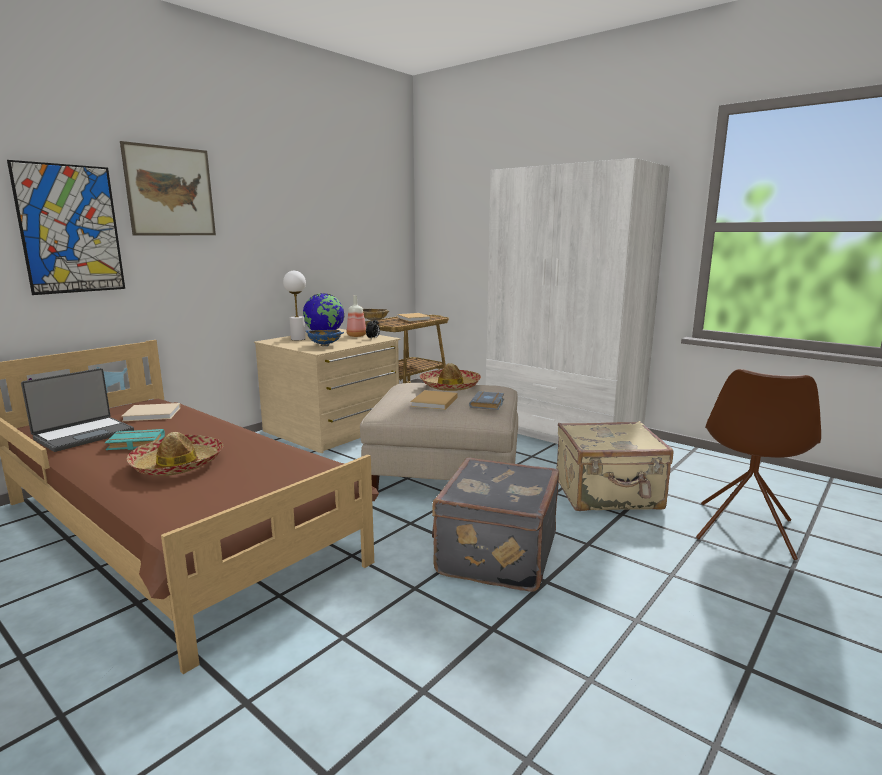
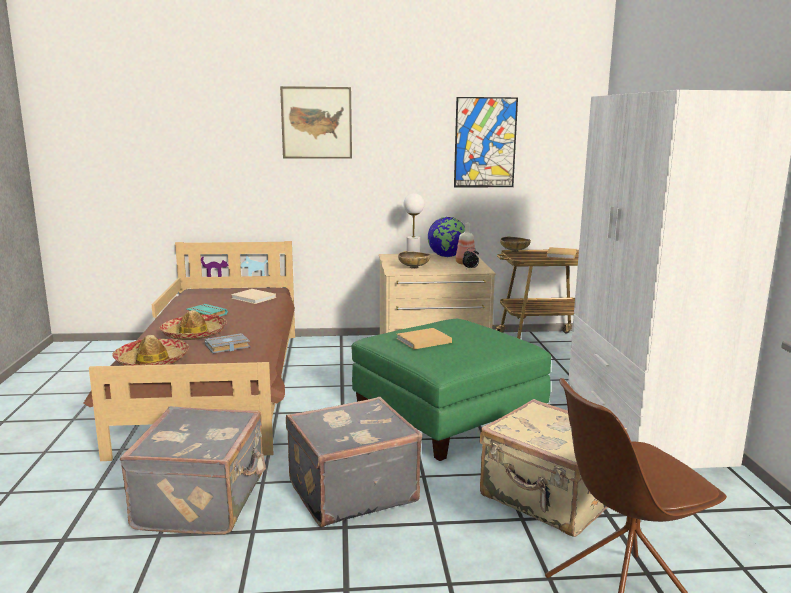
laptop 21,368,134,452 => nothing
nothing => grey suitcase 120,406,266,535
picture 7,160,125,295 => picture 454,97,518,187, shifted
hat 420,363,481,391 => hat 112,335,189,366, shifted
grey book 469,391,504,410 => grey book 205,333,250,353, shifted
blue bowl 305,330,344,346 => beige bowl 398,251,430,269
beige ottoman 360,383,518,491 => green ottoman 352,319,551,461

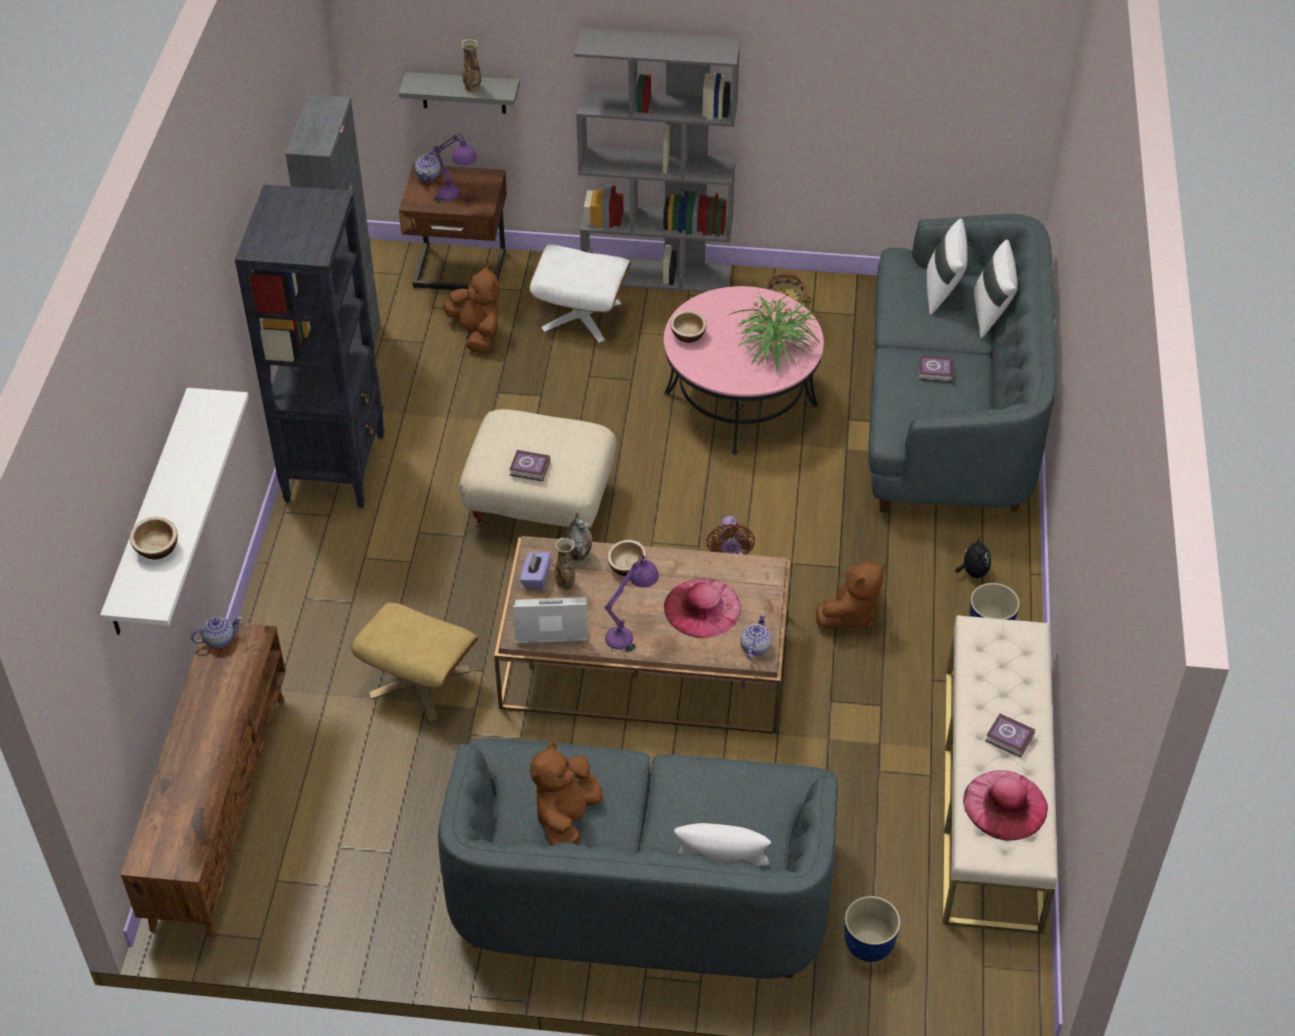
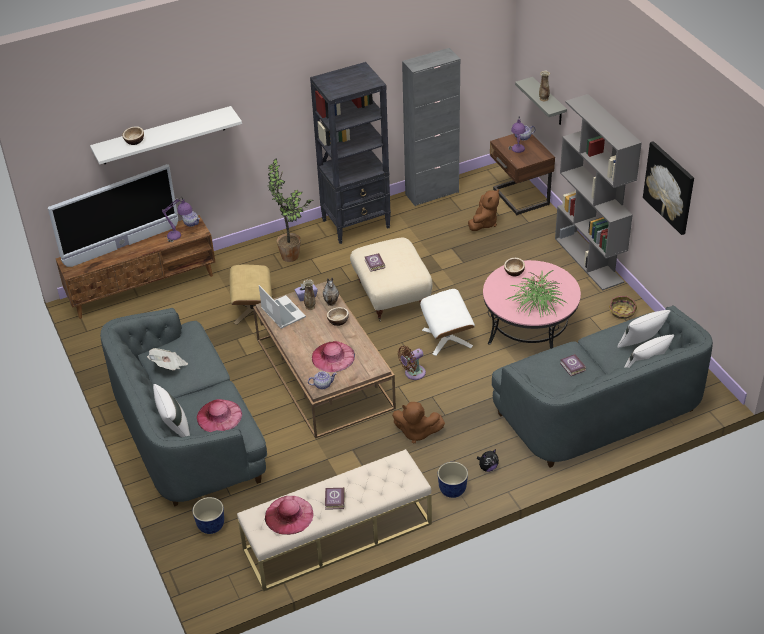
nothing => television 48,164,178,267
nothing => pink hat 197,399,242,432
nothing => potted plant 268,158,314,262
nothing => picture 643,141,694,235
white ottoman 529,245,631,343 => white ottoman 420,289,475,356, shifted
purple table lamp 604,554,659,652 => purple table lamp 162,197,192,242, shifted
brown plush toy 530,742,603,845 => newspaper 147,348,188,370

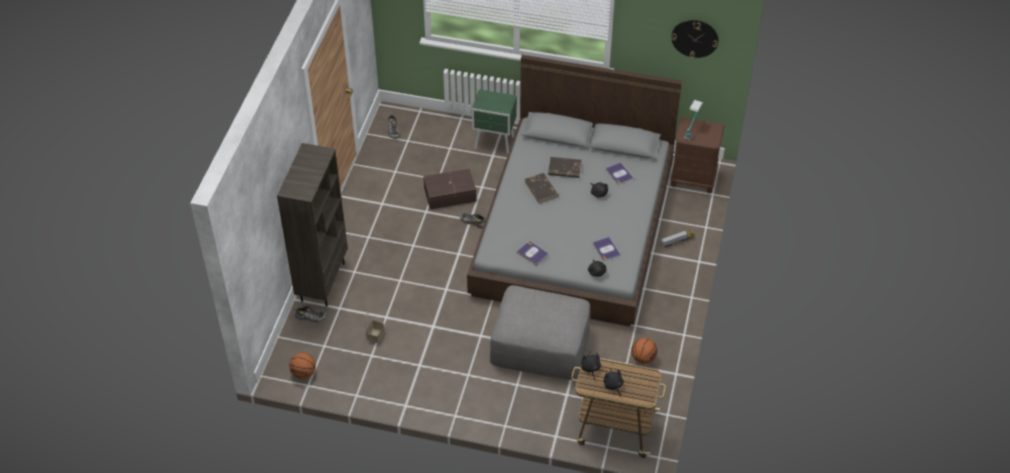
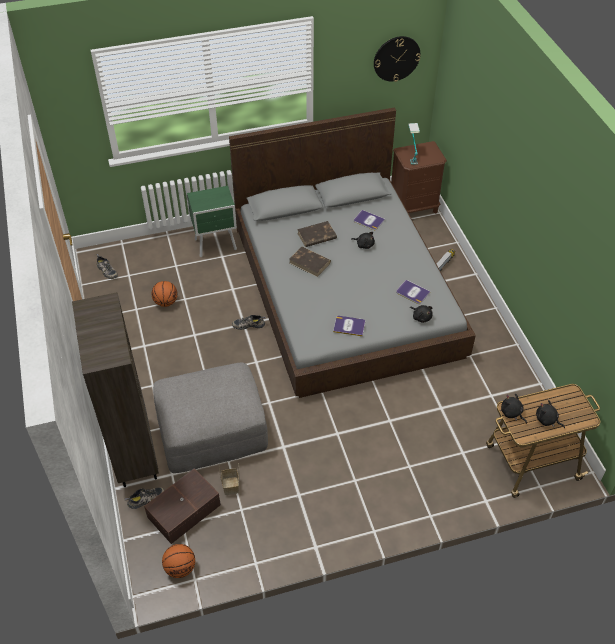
brown storage box 423,168,476,210 => brown storage box 144,469,221,544, shifted
grey ottoman 490,285,590,380 => grey ottoman 153,363,268,473, shifted
basketball 631,338,657,364 => basketball 151,281,178,307, shifted

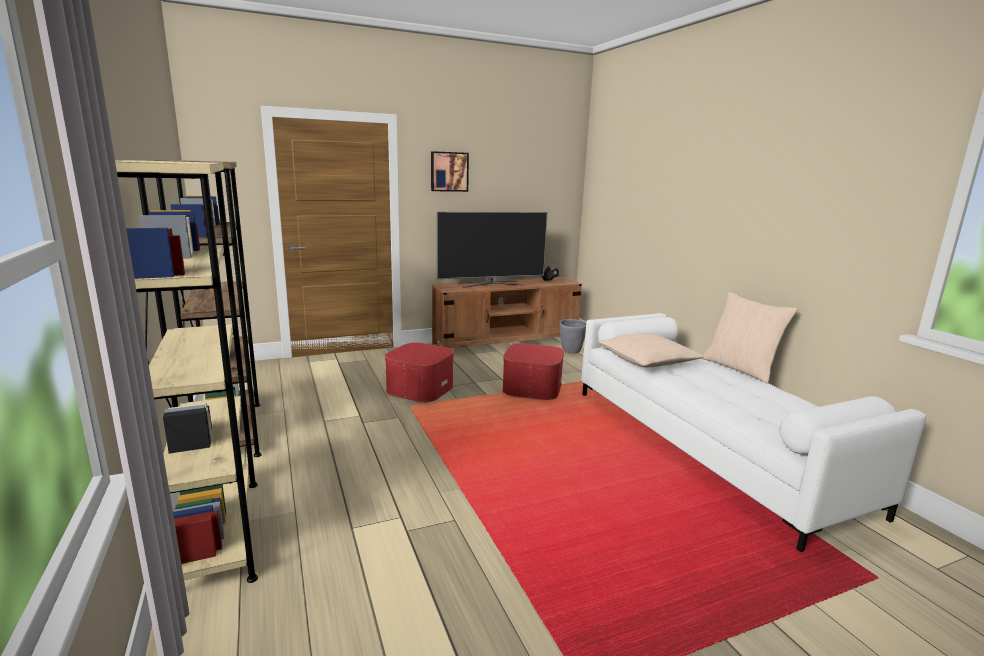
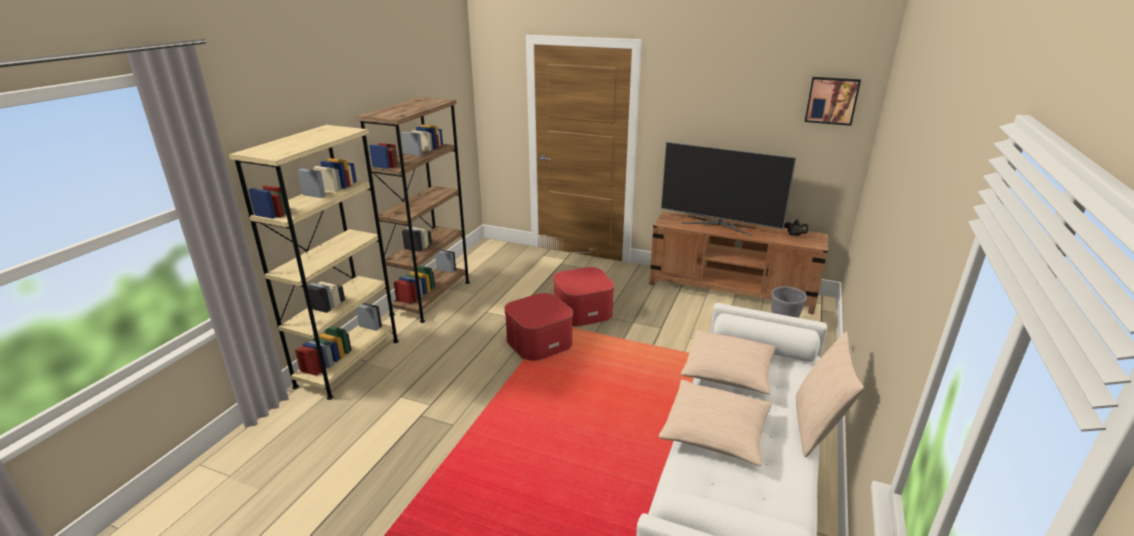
nothing => beige pillow 658,380,772,466
picture 431,151,469,192 => picture 805,77,861,126, shifted
ottoman 503,343,564,400 => ottoman 504,293,573,361, shifted

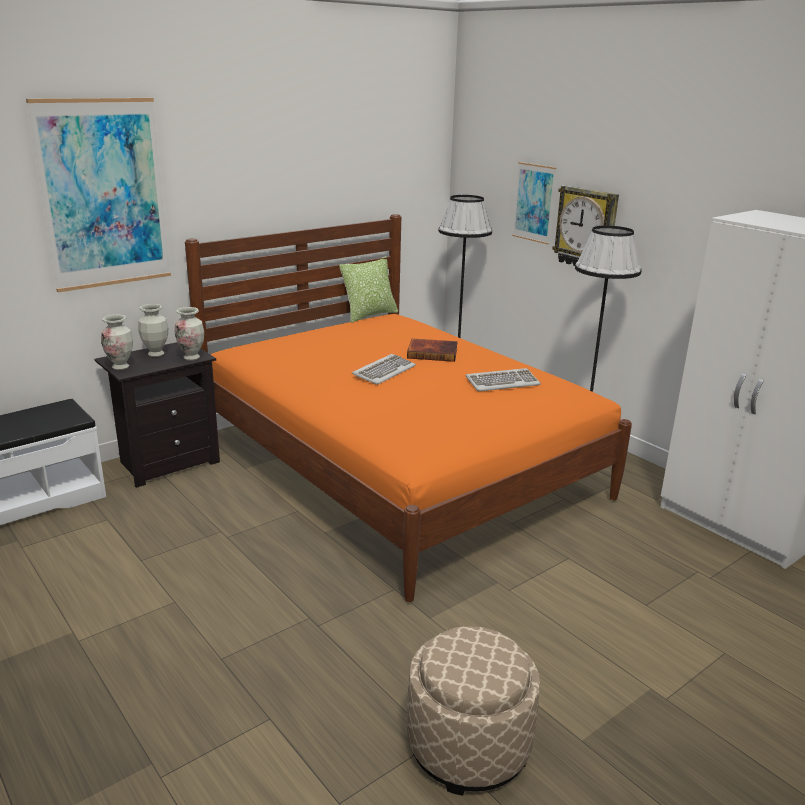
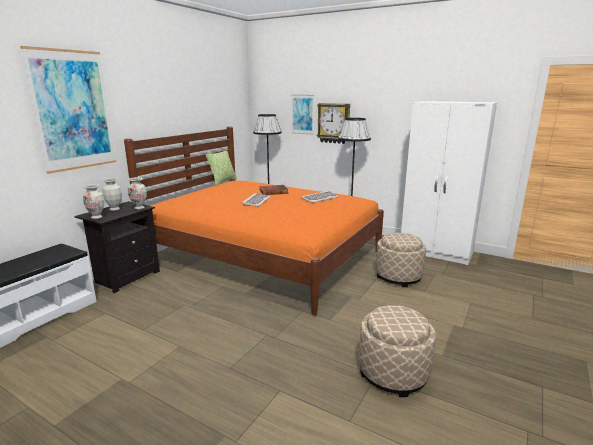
nothing => beige ottoman 376,233,426,287

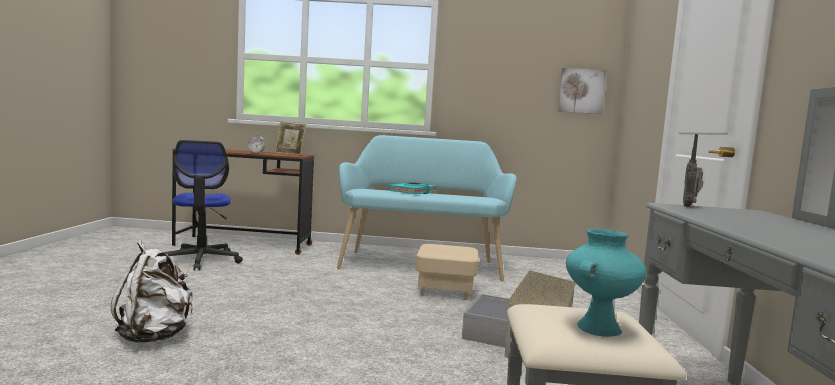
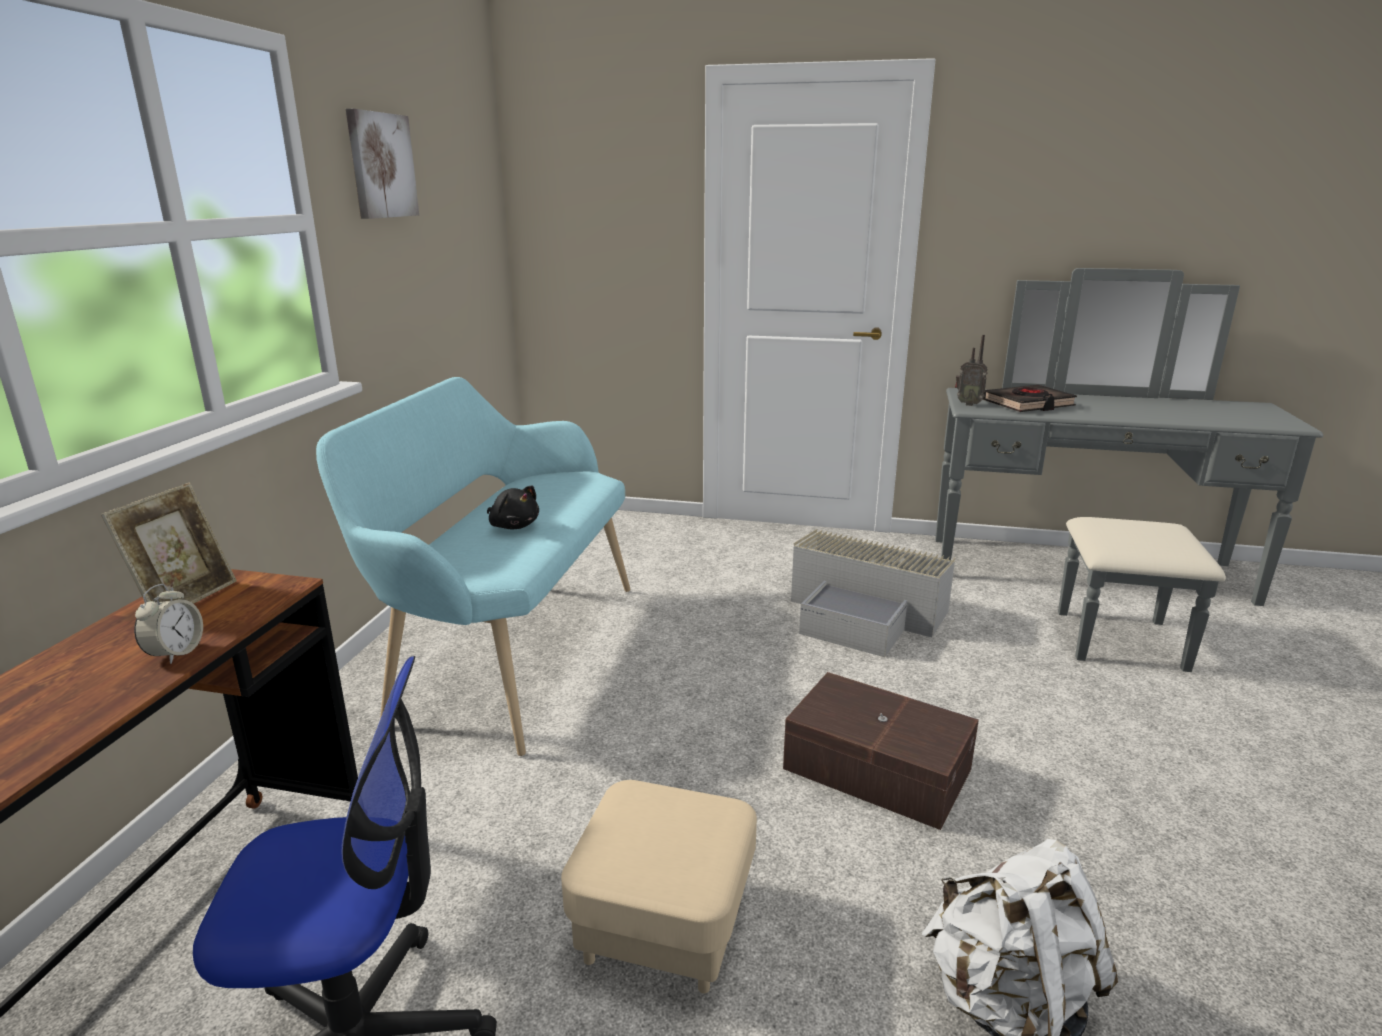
turquoise vase 566,229,646,337 => nothing
nothing => brown storage box 783,672,979,830
nothing => black book 983,385,1077,412
beige ottoman 416,244,479,300 => beige ottoman 561,780,757,994, shifted
picture 558,68,606,114 => picture 346,109,419,219, shifted
turquoise book 388,183,437,194 => black plush toy 487,486,539,529

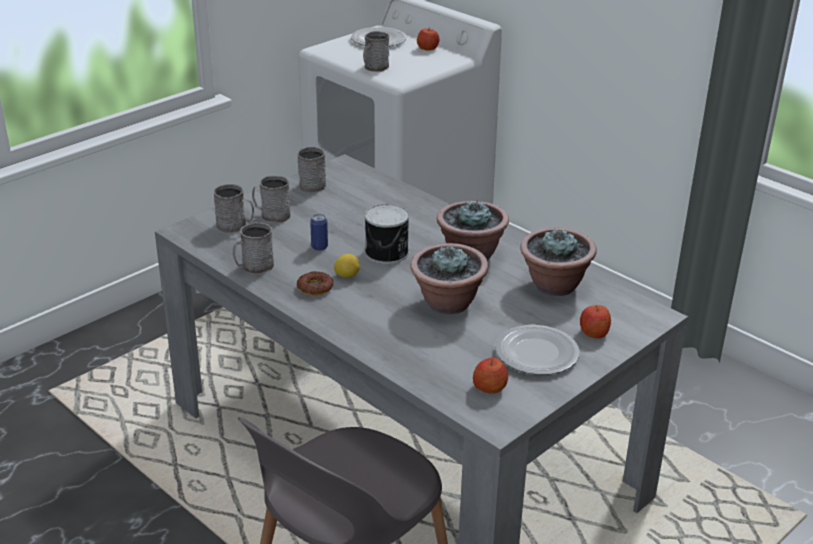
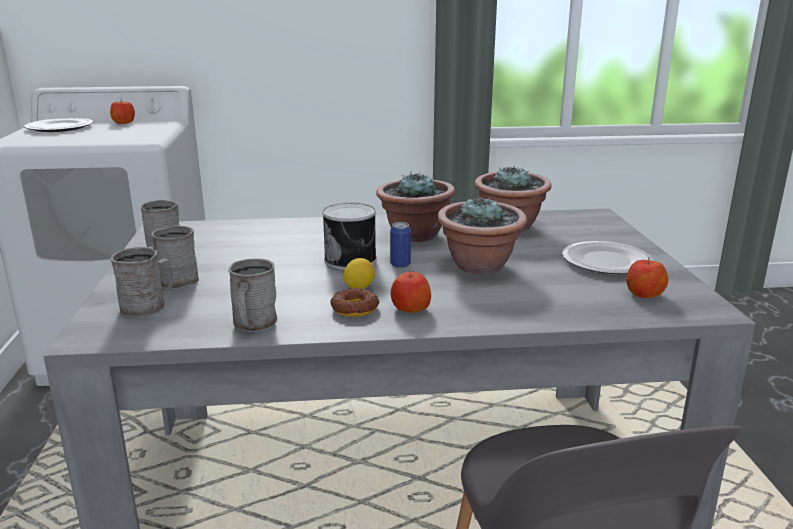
grey mug 363,31,389,72 => nothing
can 310,214,328,251 => can 390,222,411,268, shifted
apple 580,305,611,339 => apple 391,271,431,313, shifted

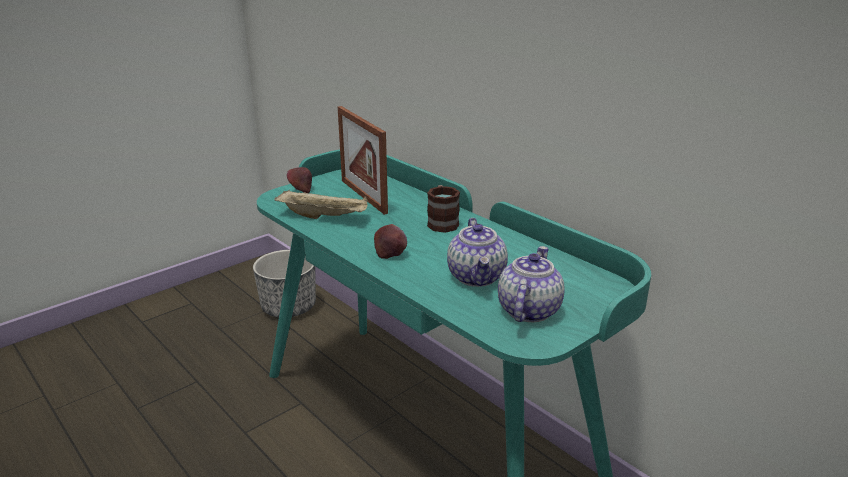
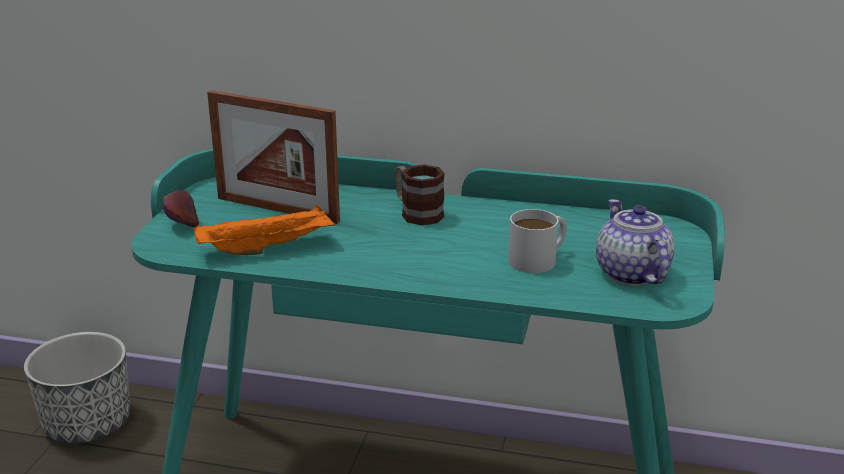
apple 374,224,407,259 => nothing
teapot 447,218,508,287 => white mug 508,209,567,273
beige tray 274,189,368,219 => orange tray 194,205,335,255

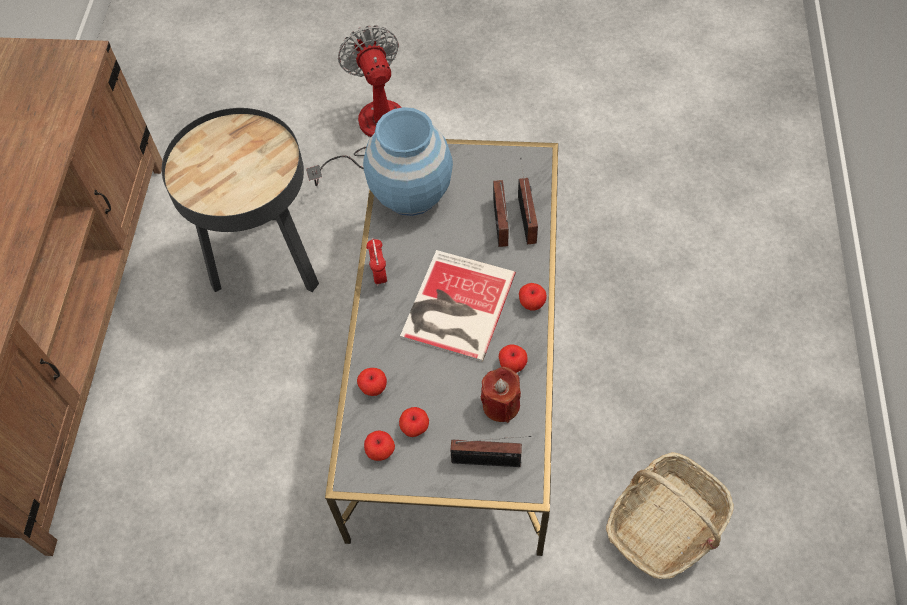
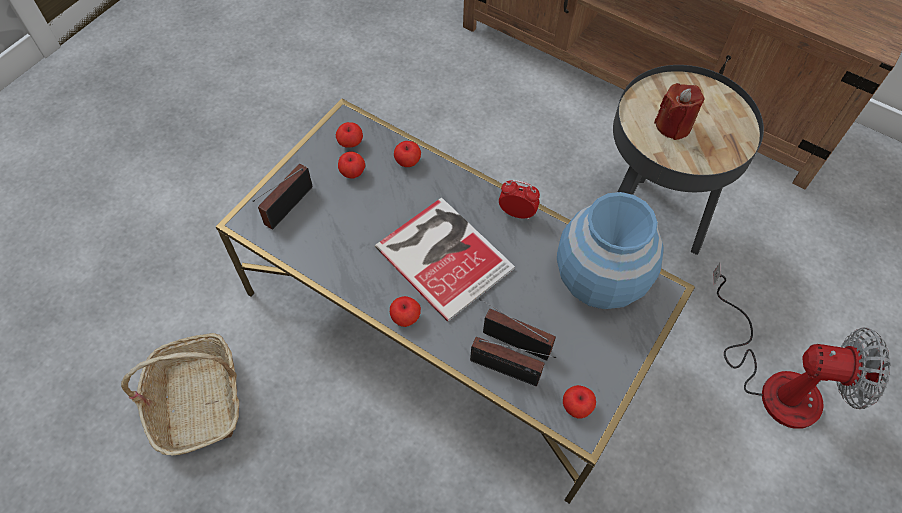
red candle 481,367,521,423 => red candle 654,83,705,140, shifted
apple 499,344,527,373 => apple 563,385,596,418, shifted

